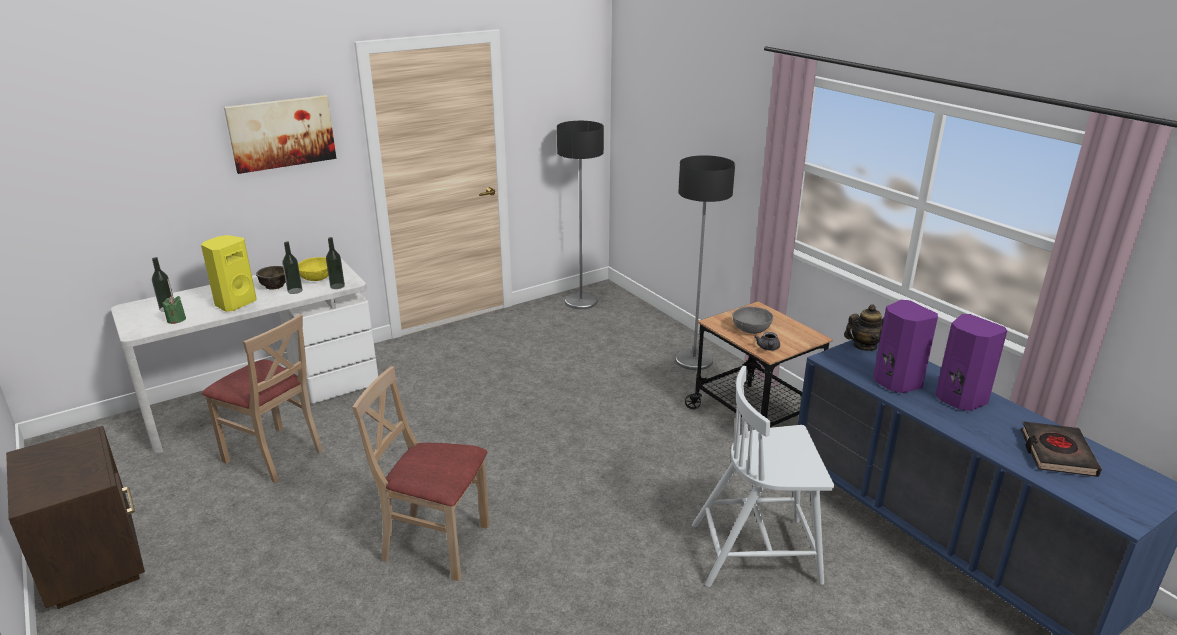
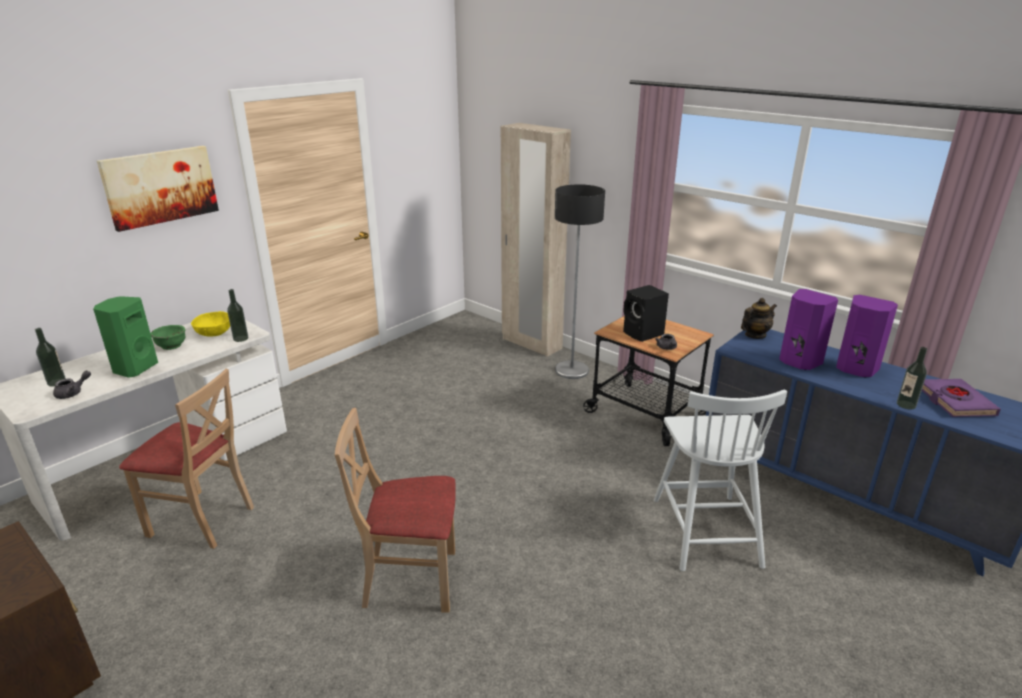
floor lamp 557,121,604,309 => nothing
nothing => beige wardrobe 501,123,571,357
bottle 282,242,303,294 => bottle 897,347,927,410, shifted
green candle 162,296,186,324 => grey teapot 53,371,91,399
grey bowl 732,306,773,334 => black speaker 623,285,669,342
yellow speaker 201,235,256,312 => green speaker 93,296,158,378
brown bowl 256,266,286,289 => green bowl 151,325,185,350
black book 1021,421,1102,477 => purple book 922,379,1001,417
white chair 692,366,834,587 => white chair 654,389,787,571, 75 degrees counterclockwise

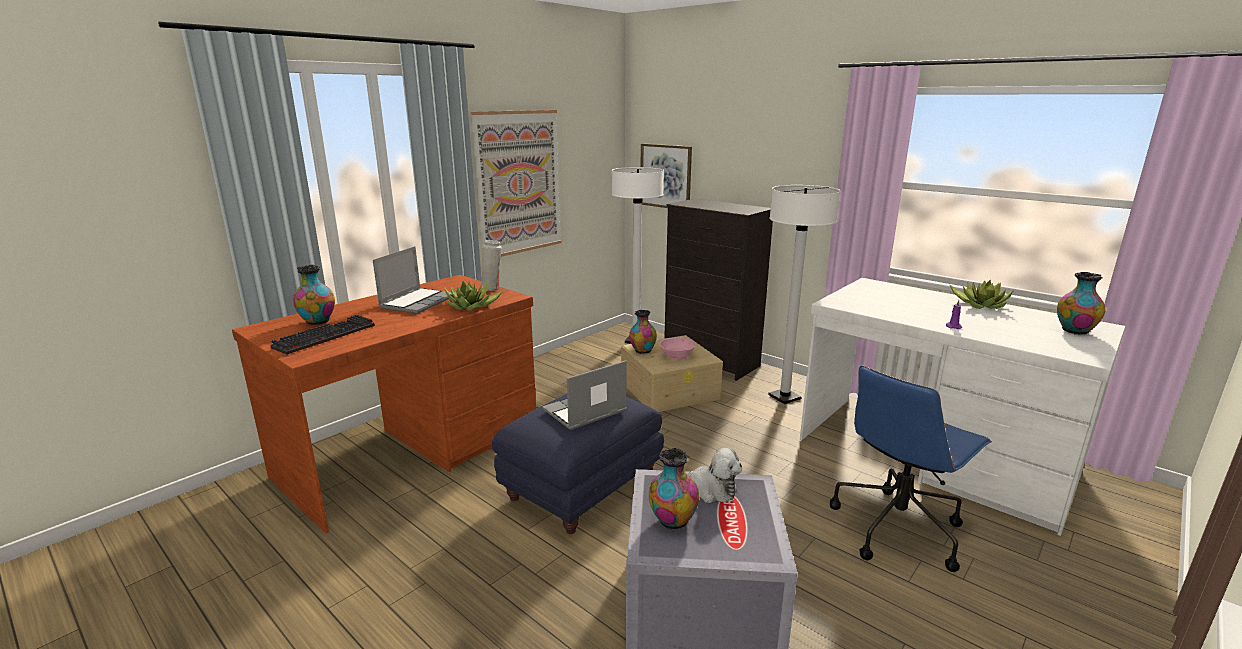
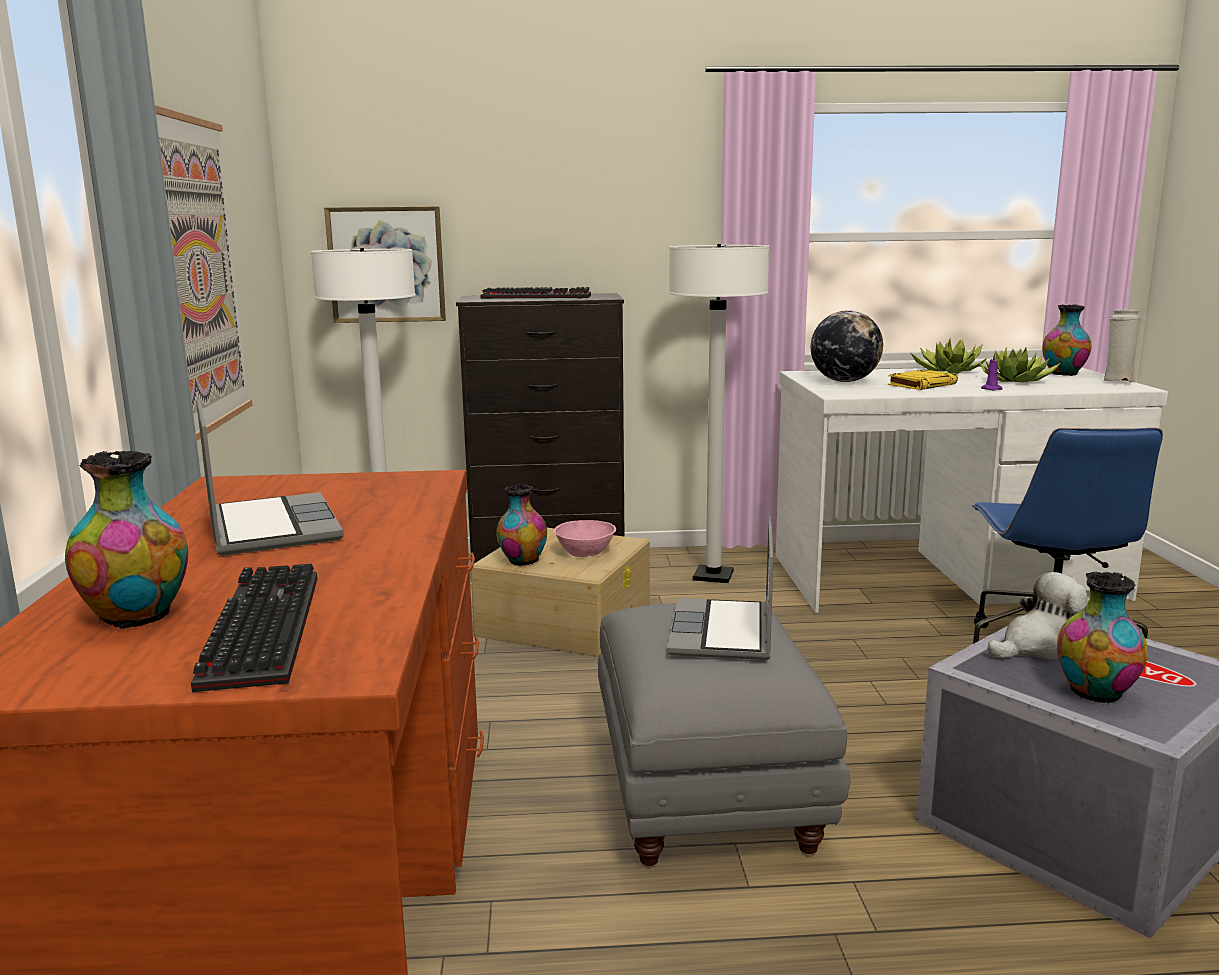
nothing => keyboard 480,287,591,299
nothing => globe 811,310,883,382
nothing => yellow book 888,370,958,390
potted plant 444,281,503,311 => potted plant 980,347,1061,382, shifted
white vase 481,240,502,291 => white vase 1104,310,1141,382, shifted
blue ottoman 492,394,664,534 => grey ottoman 598,603,850,866

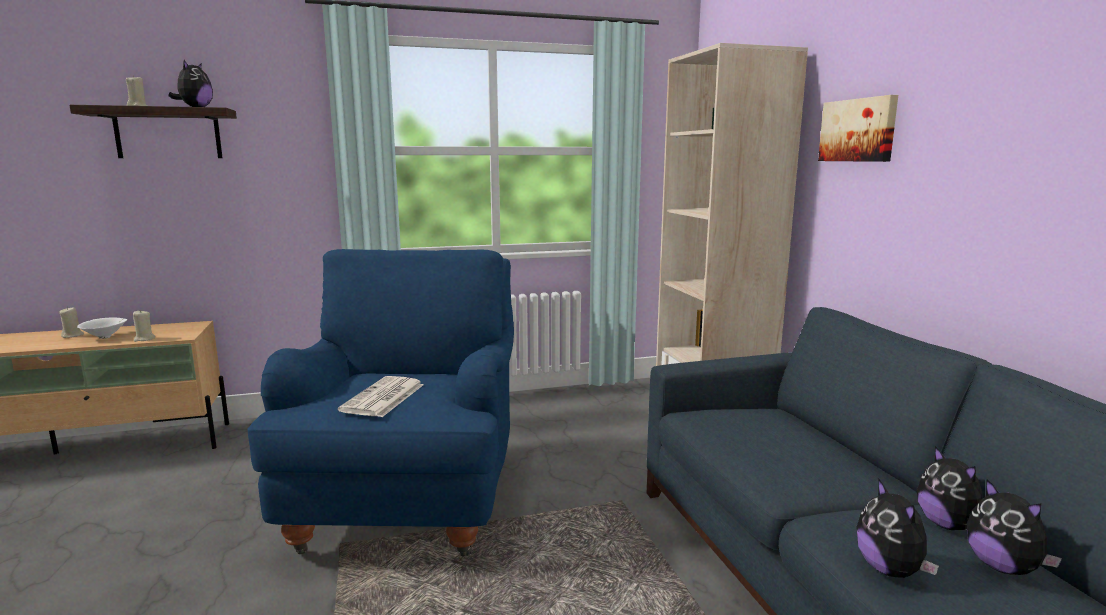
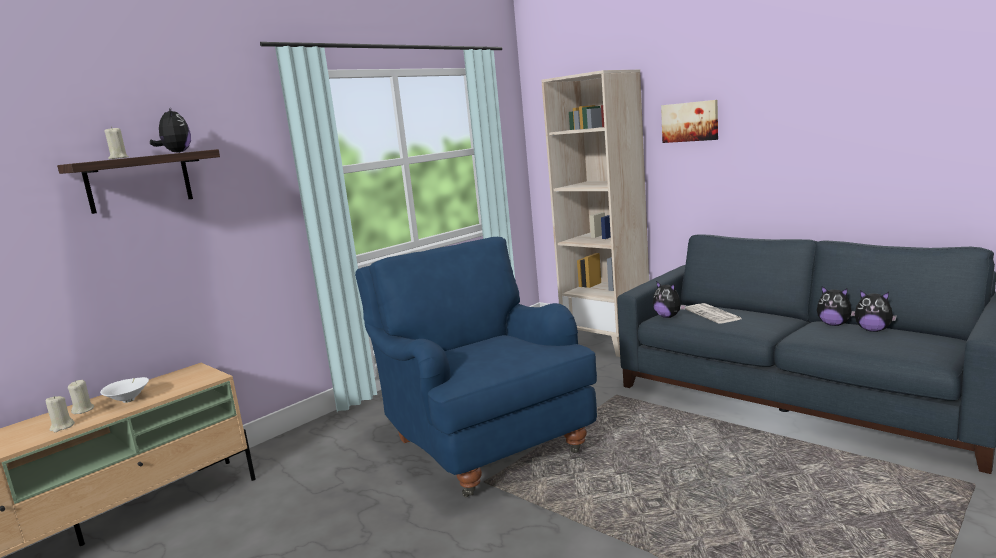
beige candle 133,310,155,342 => beige candle 46,396,75,432, shifted
newspaper 338,376,424,417 => newspaper 685,303,742,324, shifted
plush toy 856,478,939,578 => plush toy 653,281,686,318, shifted

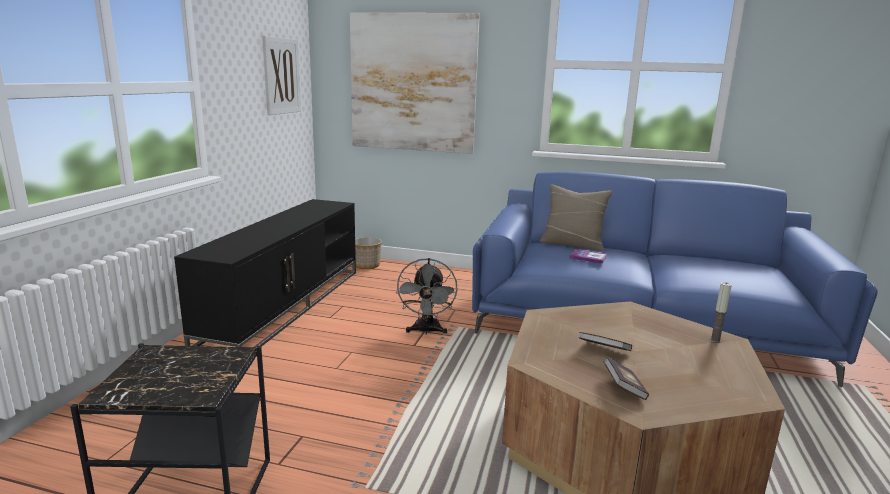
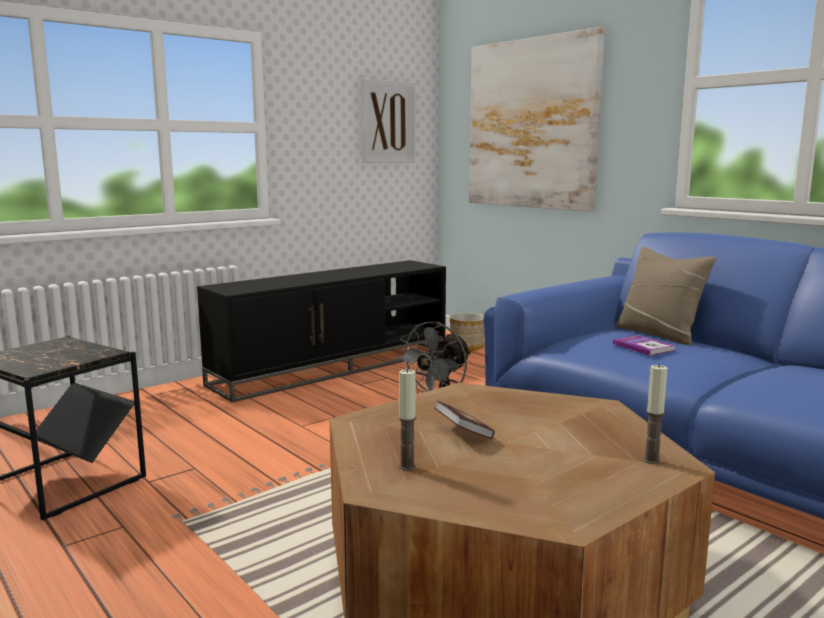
book 604,356,649,400 => candle 398,369,416,471

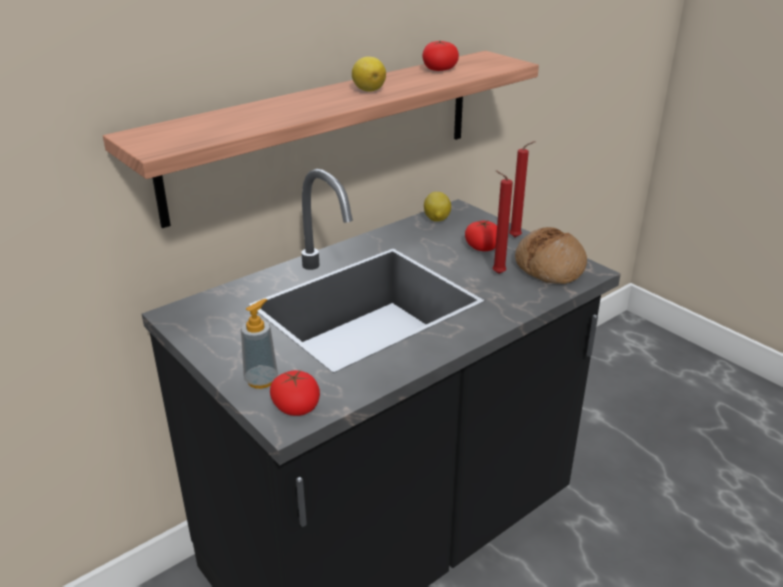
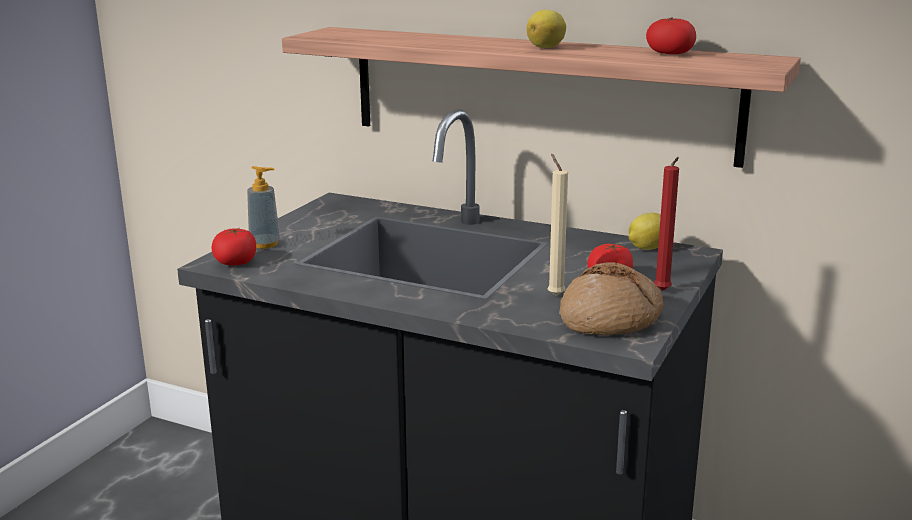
red candle 492,170,513,274 => beige candle 548,154,568,296

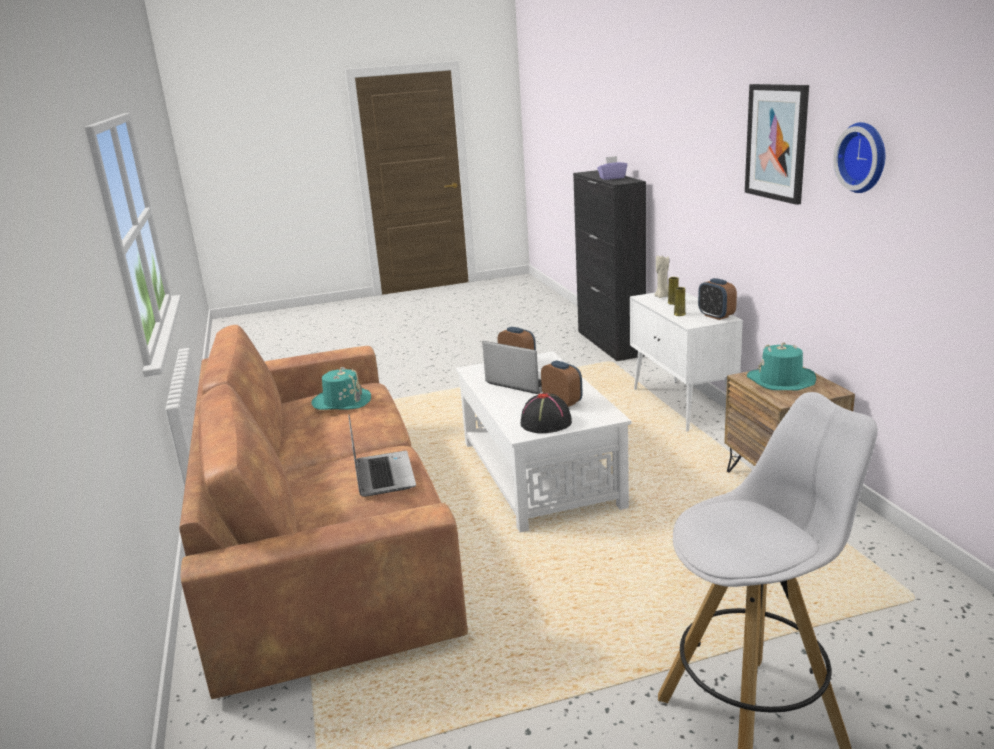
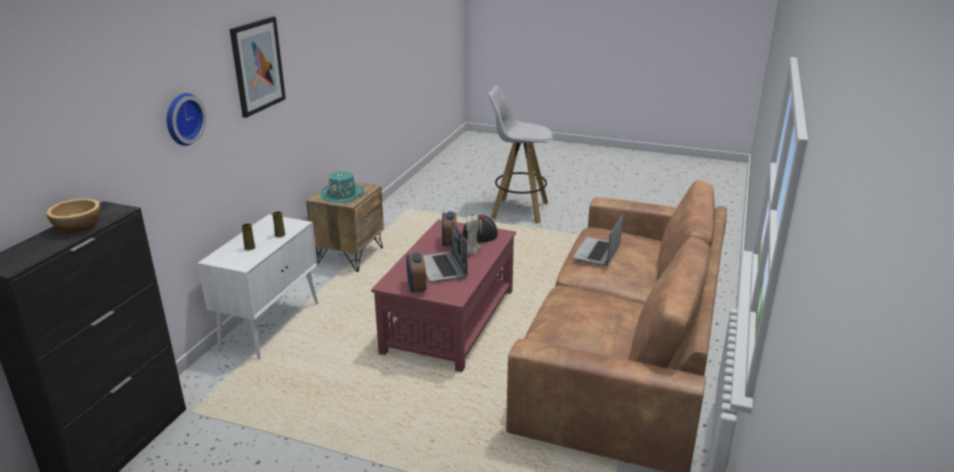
turquoise hat 311,367,371,410 => nothing
alarm clock 698,278,737,320 => nothing
beige candle 655,254,669,298 => beige candle 466,215,481,255, shifted
wall clock 833,122,885,193 => wall clock 167,93,206,146, shifted
purple tissue box 597,156,627,180 => bowl 46,198,101,233
white coffee table 456,351,631,533 => red coffee table 371,219,516,372

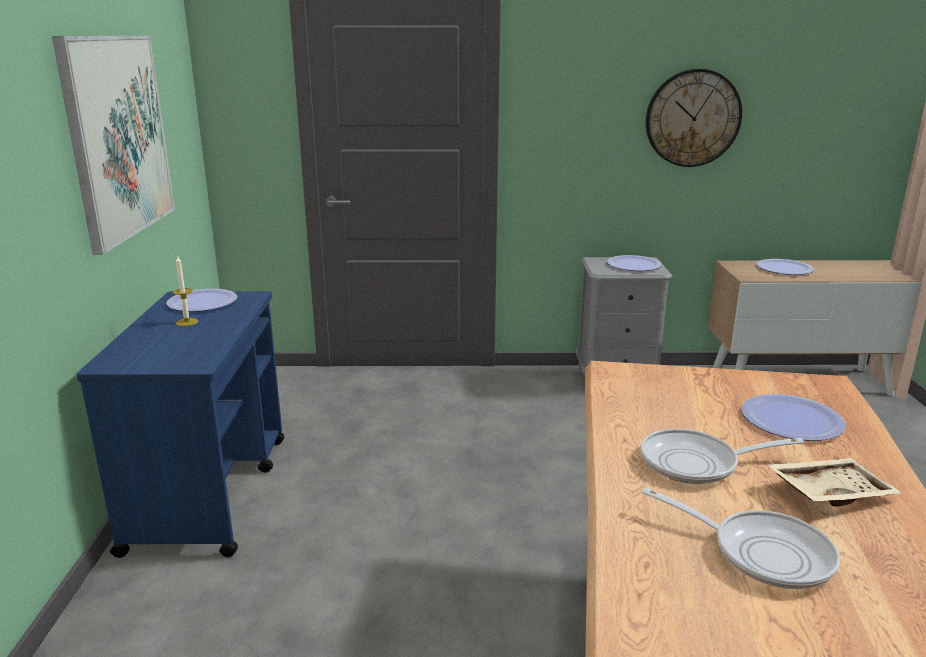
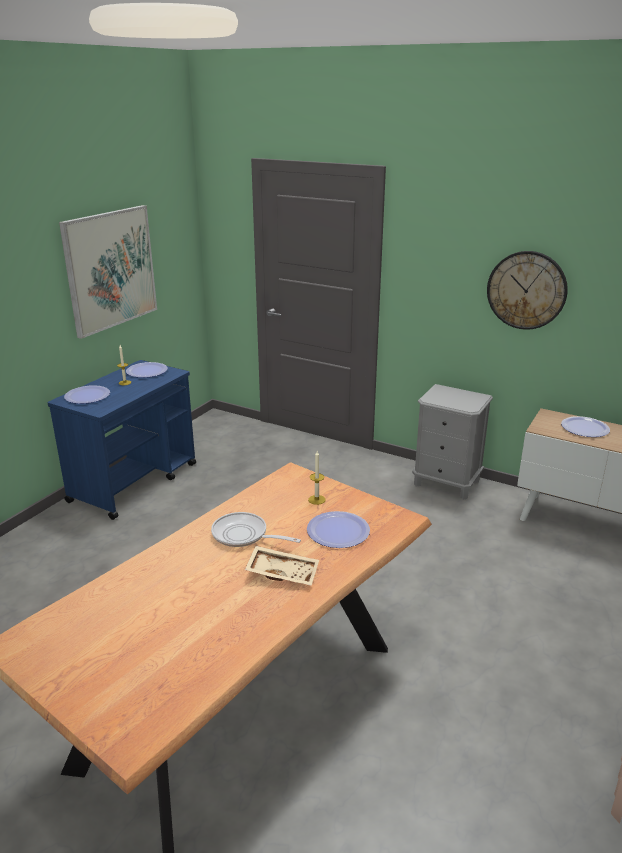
frying pan 642,488,840,589 => nothing
nothing => candle 308,451,326,505
plate 607,255,662,271 => plate 64,385,110,404, shifted

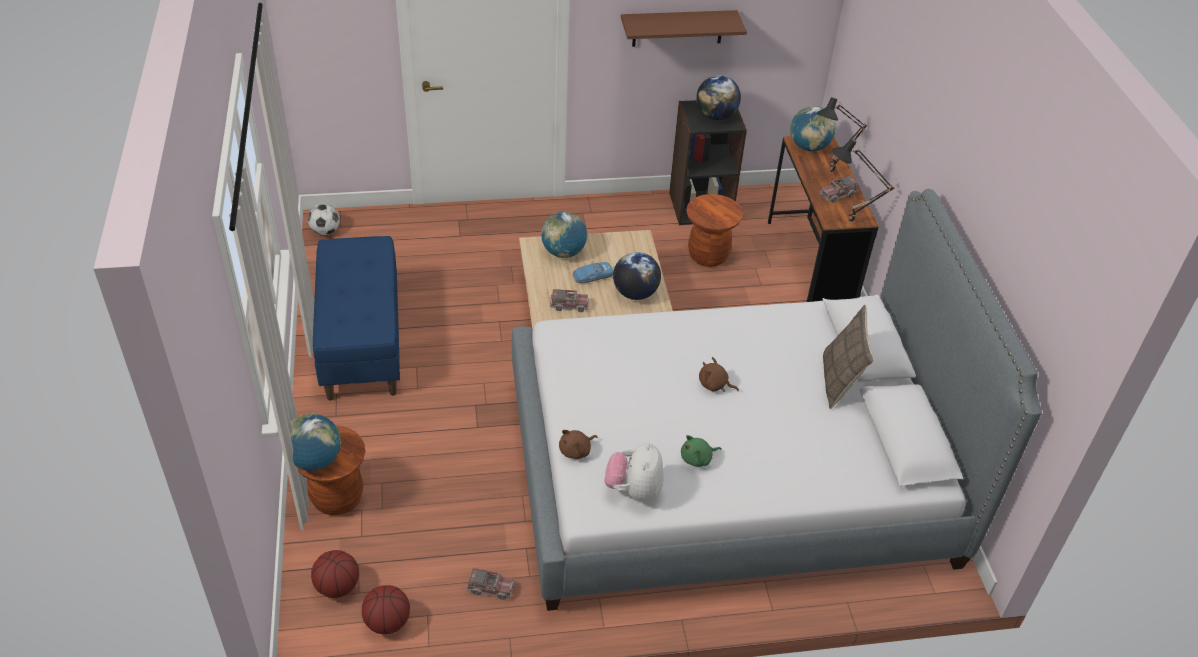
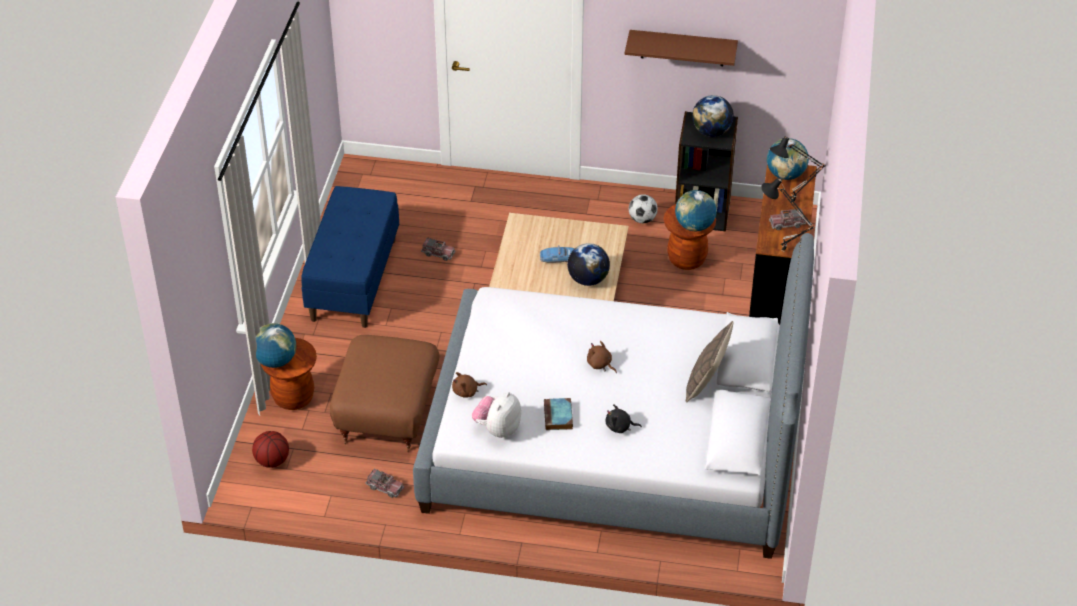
basketball 362,585,410,634 => nothing
nothing => brown ottoman 330,335,440,452
nothing => black plush toy 605,404,642,433
football 308,203,340,235 => football 629,194,658,223, shifted
globe 541,212,587,258 => globe 675,190,717,231, shifted
toy truck 550,289,589,312 => toy truck 421,237,456,261, shifted
green plush toy 681,435,722,467 => book 544,398,573,430

